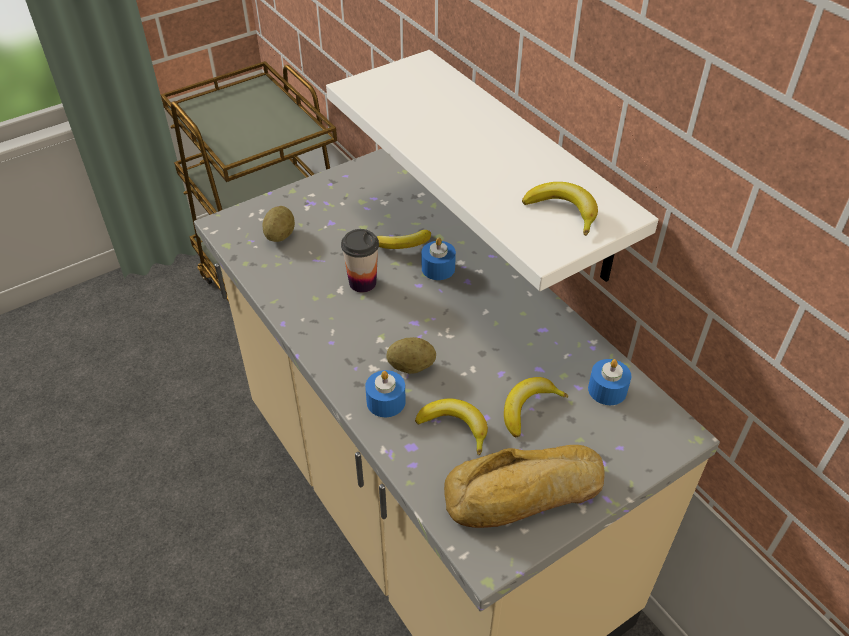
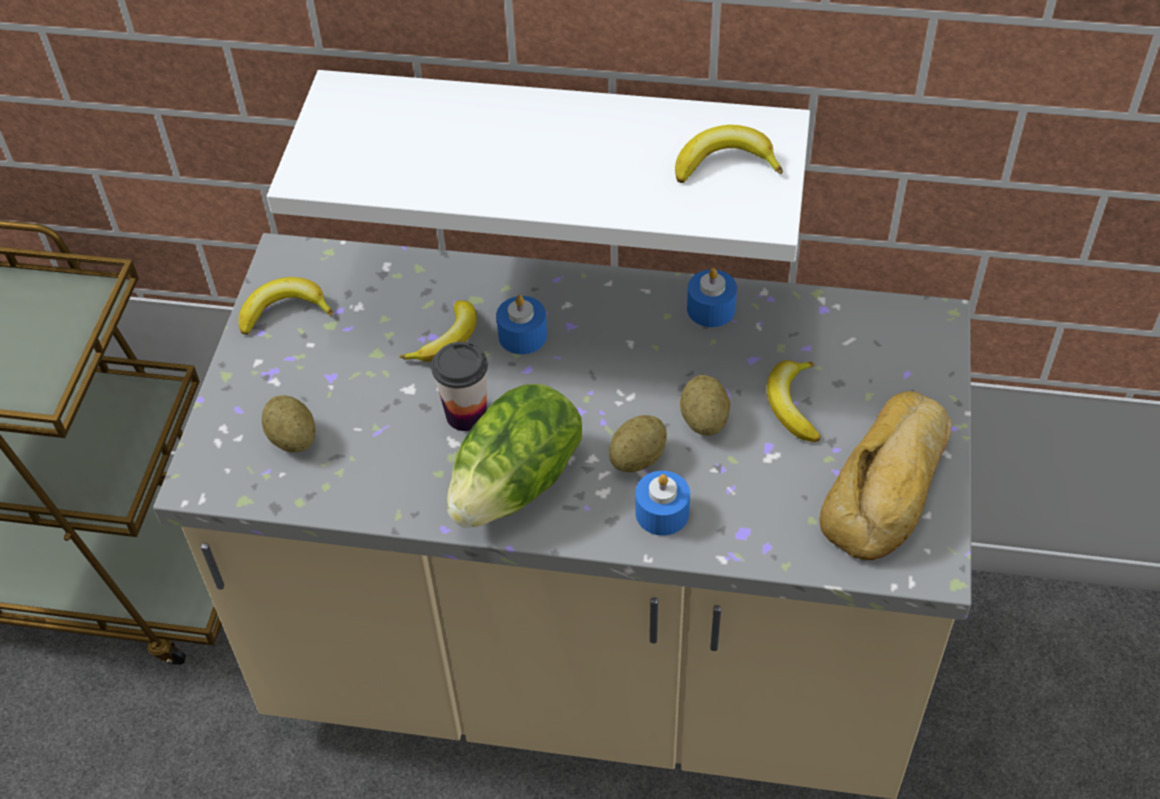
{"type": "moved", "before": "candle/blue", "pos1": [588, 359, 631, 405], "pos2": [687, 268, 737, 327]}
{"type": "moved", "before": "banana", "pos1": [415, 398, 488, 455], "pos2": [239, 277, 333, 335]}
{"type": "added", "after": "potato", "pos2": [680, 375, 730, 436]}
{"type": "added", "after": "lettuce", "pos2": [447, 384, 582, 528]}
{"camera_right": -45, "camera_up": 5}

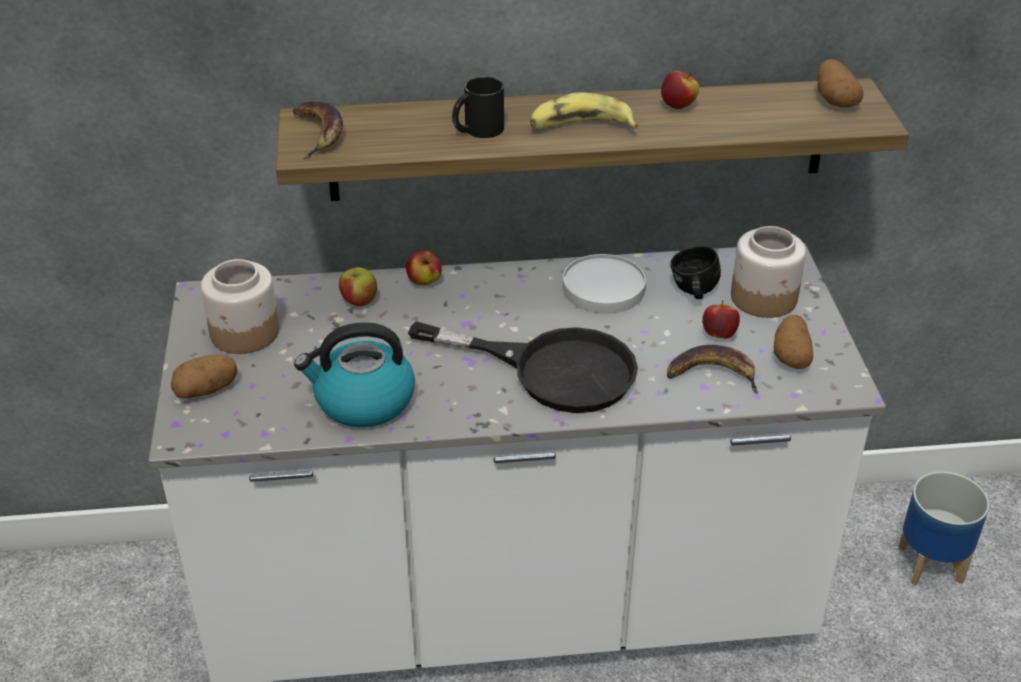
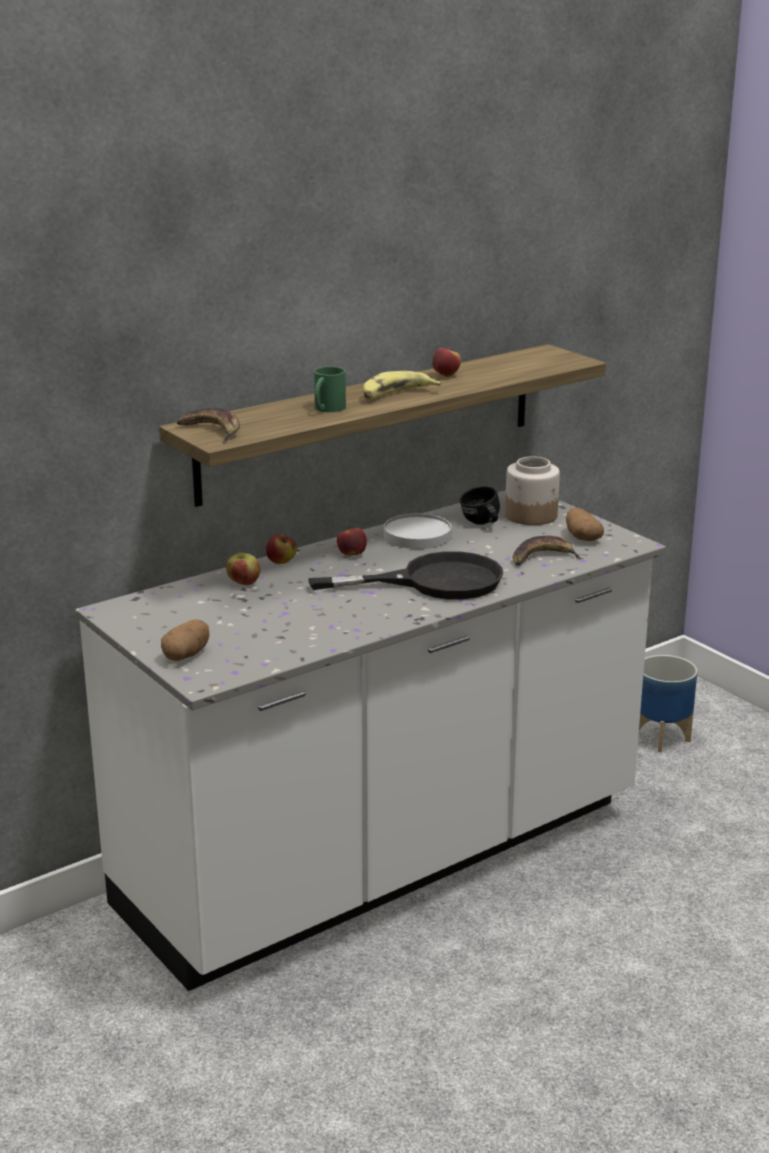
{"type": "removed", "before": "potato", "pos1": [817, 59, 864, 107]}
{"type": "recoloured", "before": "mug/black", "after": "mug/green", "pos1": [452, 77, 504, 138], "pos2": [314, 366, 346, 412]}
{"type": "removed", "before": "jar", "pos1": [201, 259, 279, 354]}
{"type": "moved", "before": "apple", "pos1": [702, 300, 740, 339], "pos2": [337, 525, 367, 556]}
{"type": "removed", "before": "kettle", "pos1": [294, 322, 415, 427]}
{"camera_right": -30, "camera_up": -15}

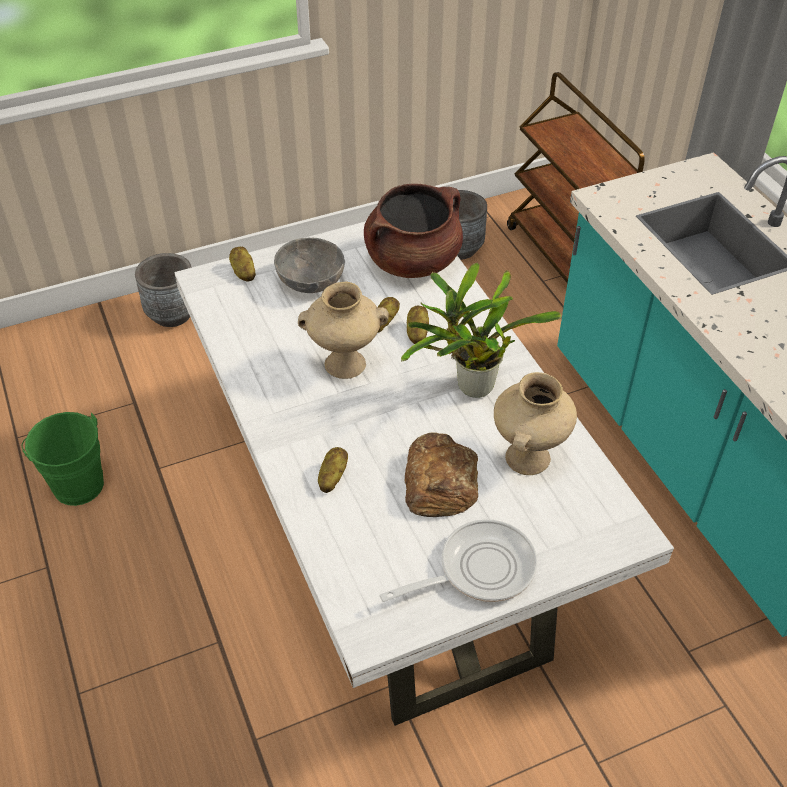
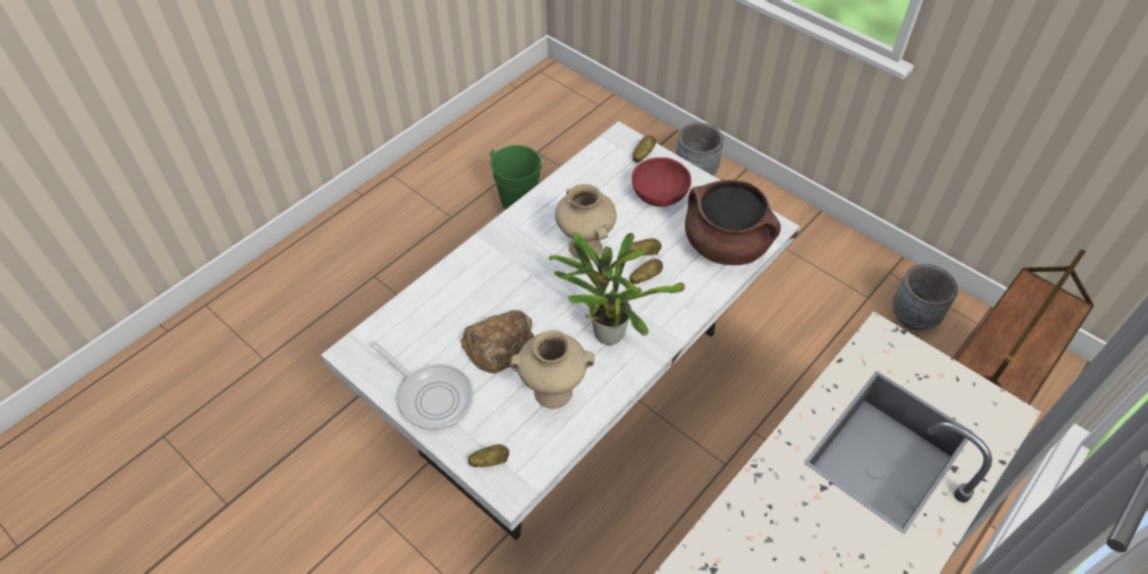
{"type": "recoloured", "before": "bowl/grey", "after": "bowl/red", "pos1": [274, 238, 345, 293], "pos2": [632, 157, 691, 207]}
{"type": "moved", "before": "potato", "pos1": [318, 447, 348, 493], "pos2": [468, 444, 509, 467]}
{"camera_right": 65, "camera_up": 5}

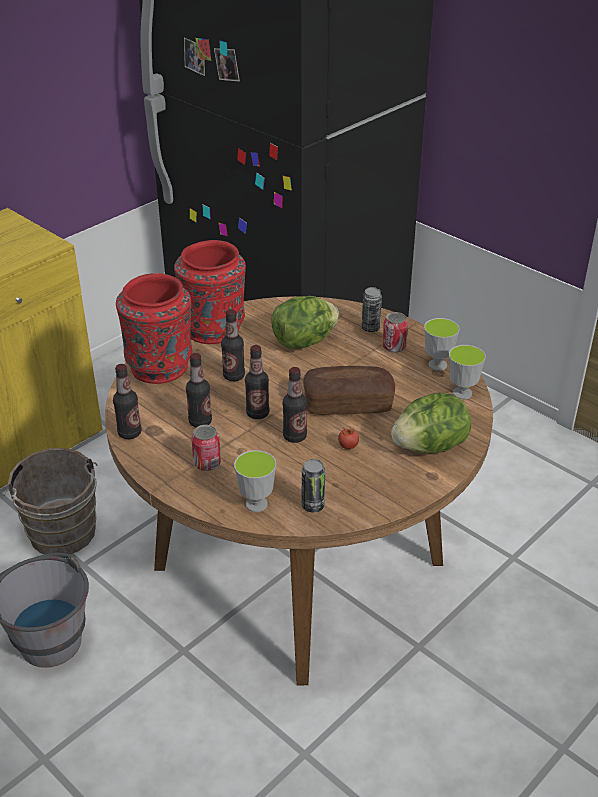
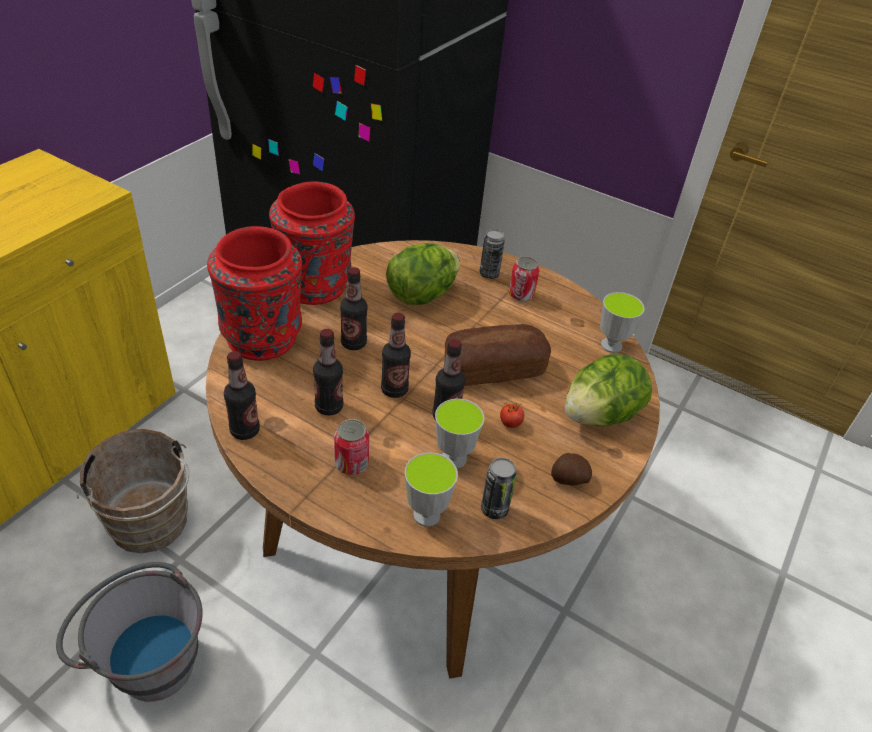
{"type": "moved", "before": "cup", "pos1": [424, 318, 460, 371], "pos2": [435, 399, 484, 468]}
{"type": "added", "after": "potato", "pos2": [551, 453, 592, 486]}
{"camera_right": -15, "camera_up": 5}

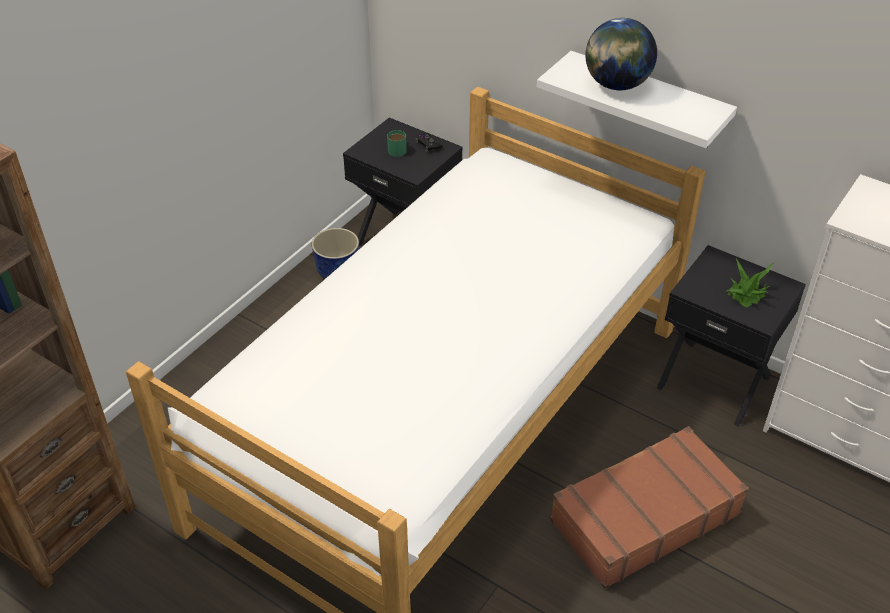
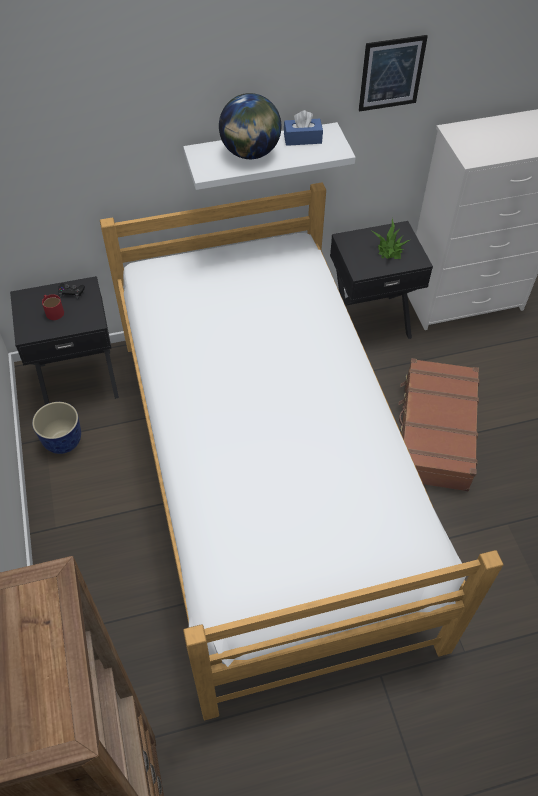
{"type": "recoloured", "before": "mug/green", "after": "mug/red", "pos1": [387, 130, 407, 157], "pos2": [42, 294, 64, 320]}
{"type": "added", "after": "picture", "pos2": [359, 35, 428, 112]}
{"type": "added", "after": "tissue box/blue", "pos2": [284, 110, 323, 146]}
{"camera_right": -50, "camera_up": 10}

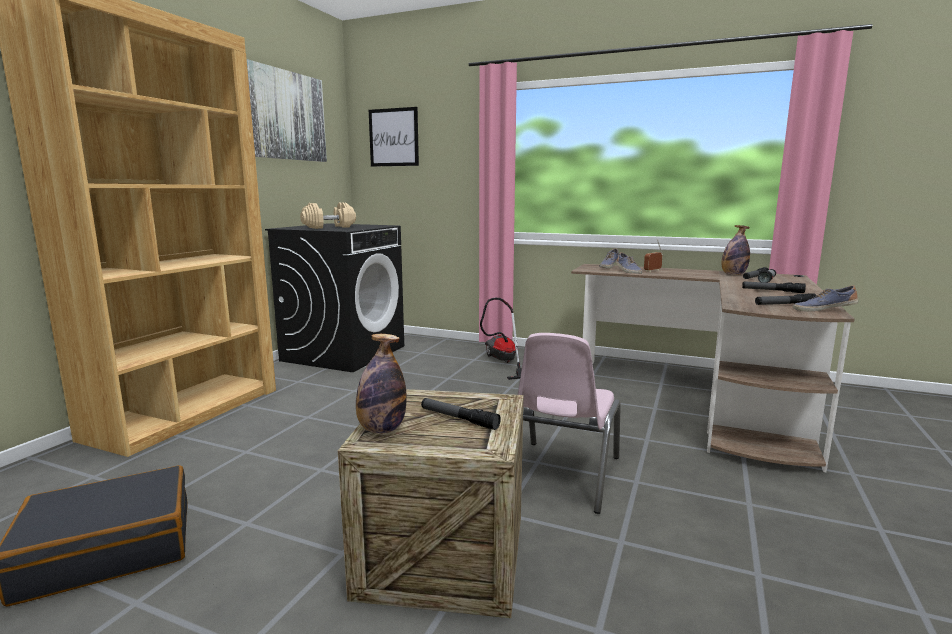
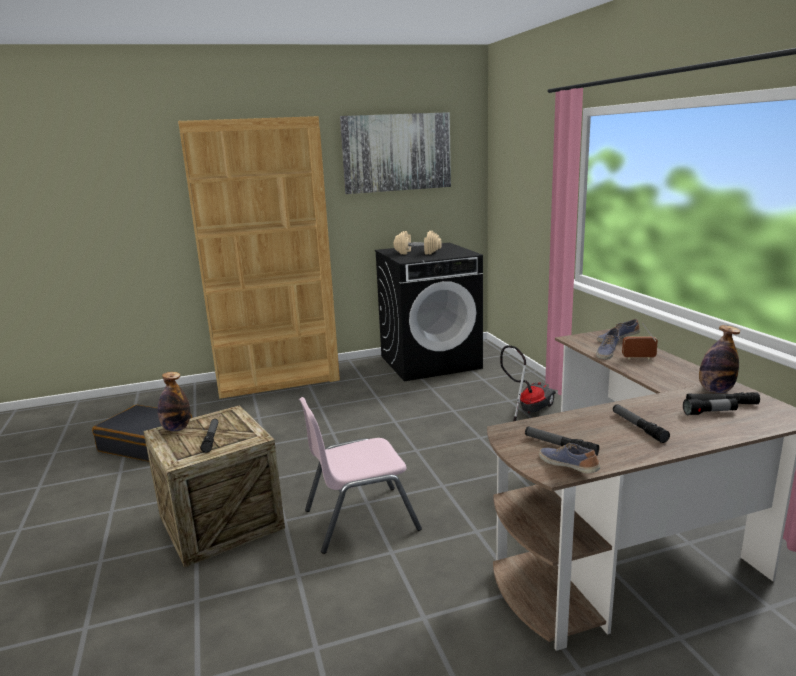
{"type": "removed", "before": "picture", "pos1": [369, 107, 419, 167]}
{"camera_right": 50, "camera_up": 5}

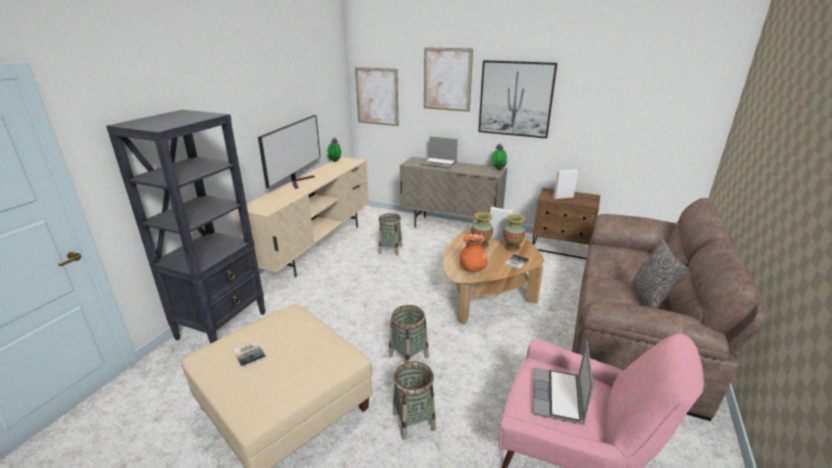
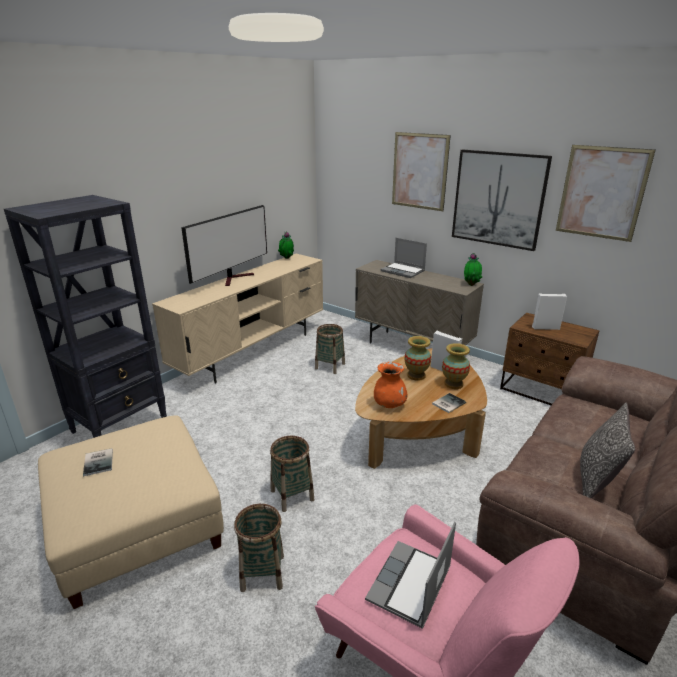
{"type": "moved", "before": "picture", "pos1": [355, 67, 398, 126], "pos2": [556, 145, 655, 242]}
{"camera_right": 15, "camera_up": 0}

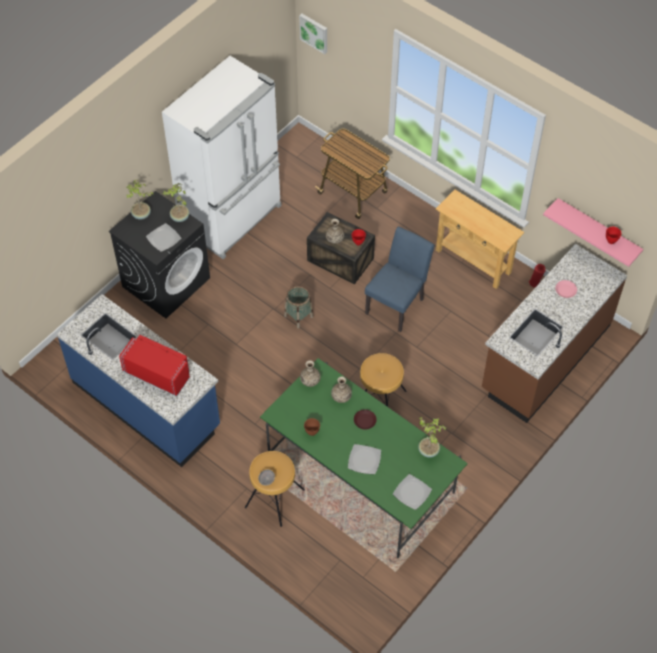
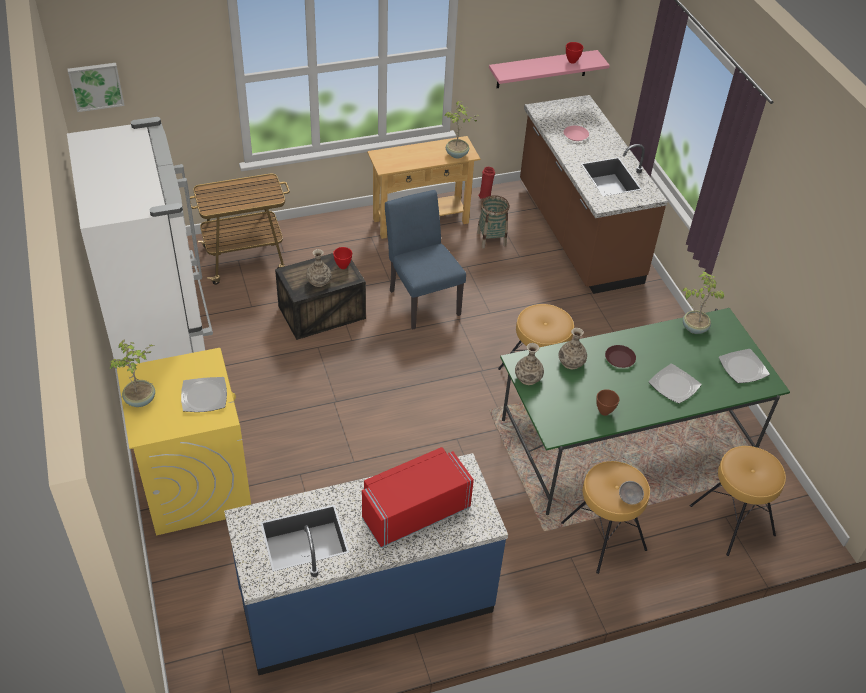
{"type": "moved", "before": "potted plant", "pos1": [163, 183, 189, 222], "pos2": [445, 101, 480, 158]}
{"type": "recoloured", "before": "washing machine/black", "after": "washing machine/yellow", "pos1": [109, 191, 210, 318], "pos2": [117, 348, 251, 536]}
{"type": "moved", "before": "basket", "pos1": [284, 286, 313, 328], "pos2": [477, 195, 509, 249]}
{"type": "added", "after": "stool/brown", "pos2": [690, 446, 786, 556]}
{"camera_right": -60, "camera_up": -10}

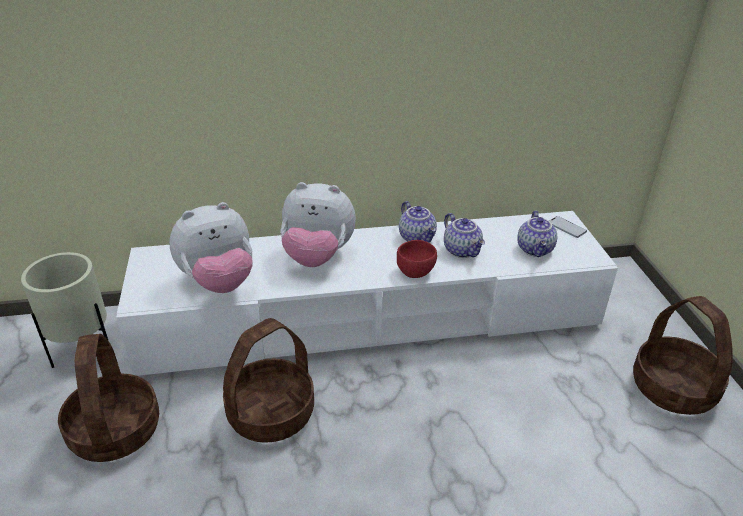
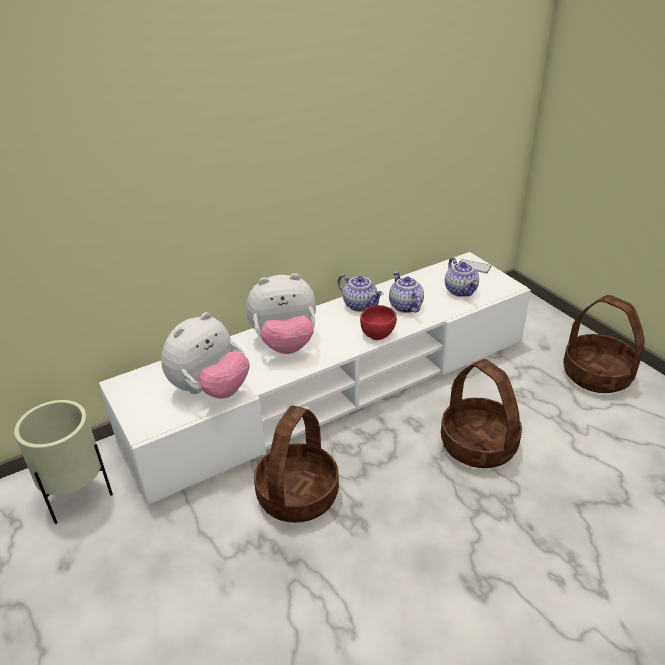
{"type": "turned", "before": "teapot", "pos1": [444, 213, 485, 258], "pos2": [389, 271, 424, 313], "turn": -150}
{"type": "moved", "before": "basket", "pos1": [58, 334, 159, 462], "pos2": [441, 359, 522, 468]}
{"camera_right": -20, "camera_up": 0}

